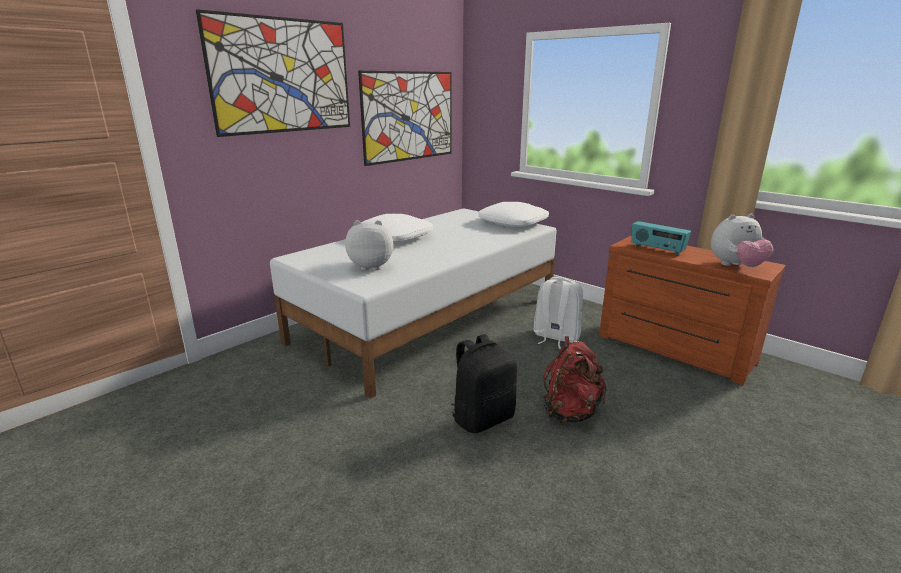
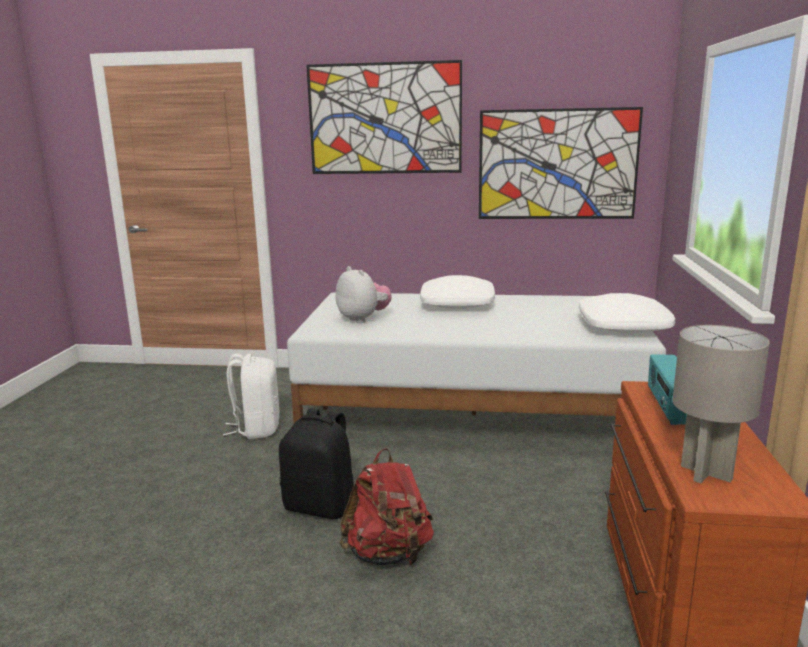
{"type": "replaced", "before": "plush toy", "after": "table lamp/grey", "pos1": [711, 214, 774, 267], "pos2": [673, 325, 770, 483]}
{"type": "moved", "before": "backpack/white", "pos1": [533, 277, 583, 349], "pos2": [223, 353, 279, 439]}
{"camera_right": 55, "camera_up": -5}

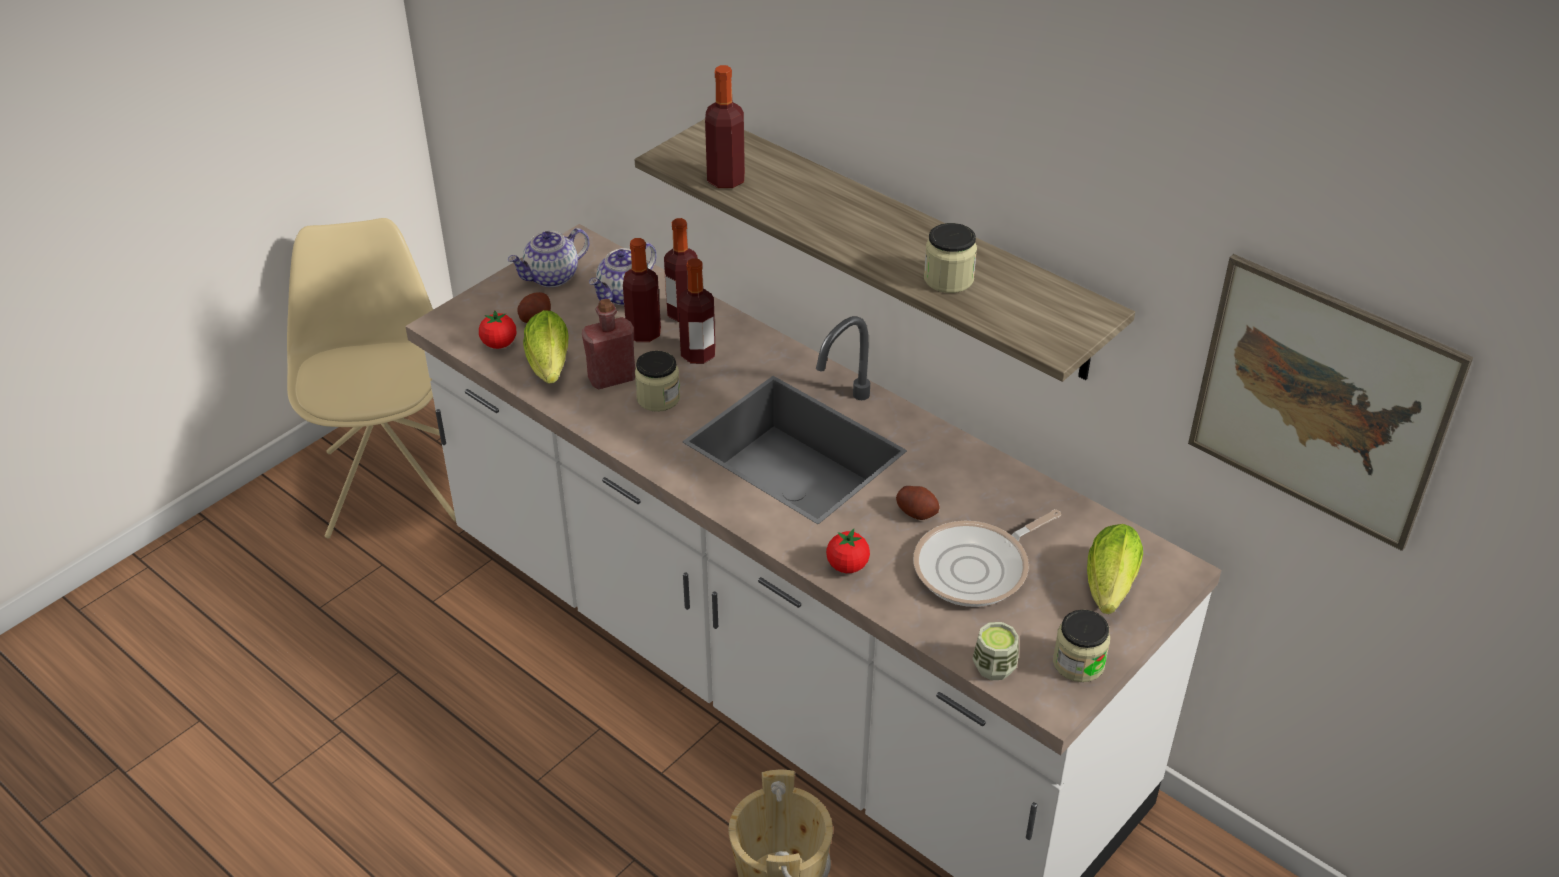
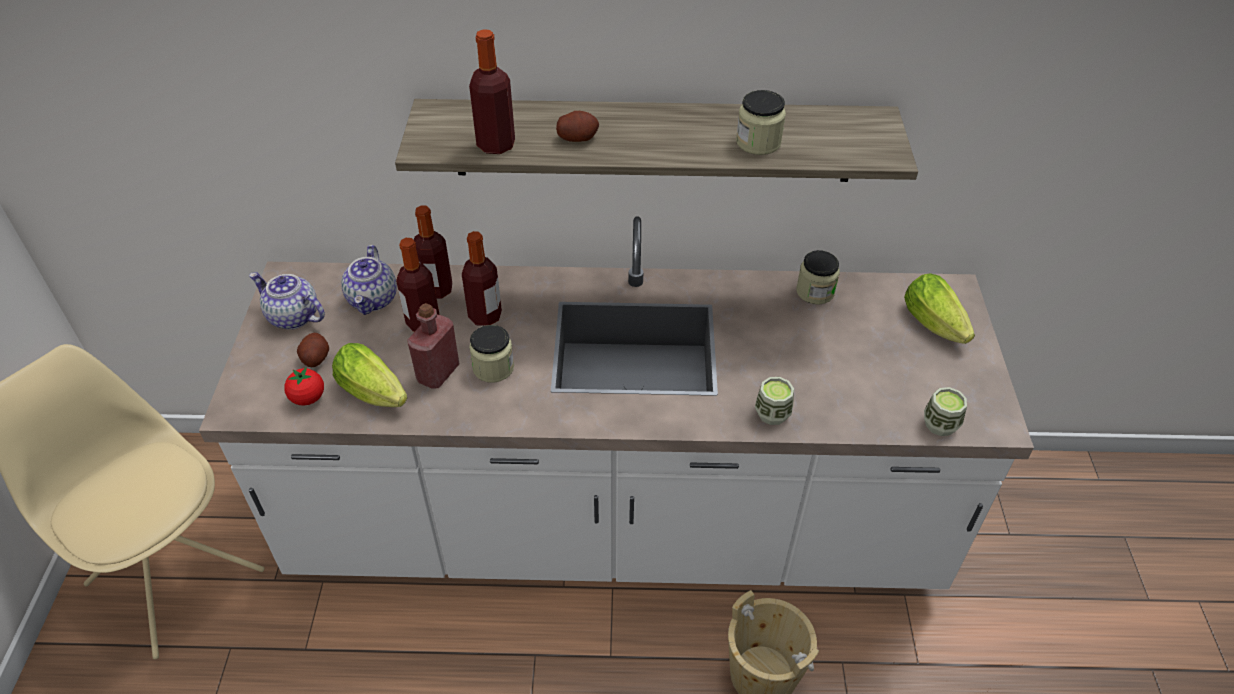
{"type": "turned", "before": "teapot", "pos1": [507, 228, 589, 287], "pos2": [249, 272, 325, 330], "turn": 105}
{"type": "removed", "before": "picture", "pos1": [1188, 254, 1473, 551]}
{"type": "moved", "before": "potato", "pos1": [896, 486, 940, 520], "pos2": [556, 111, 599, 142]}
{"type": "removed", "before": "frying pan", "pos1": [913, 509, 1061, 607]}
{"type": "replaced", "before": "tomato", "after": "cup", "pos1": [826, 529, 870, 573], "pos2": [755, 377, 794, 425]}
{"type": "moved", "before": "jar", "pos1": [1053, 610, 1110, 682], "pos2": [796, 250, 840, 305]}
{"camera_right": -40, "camera_up": 5}

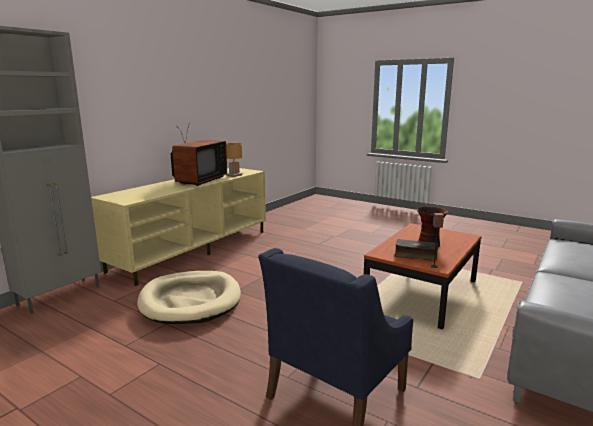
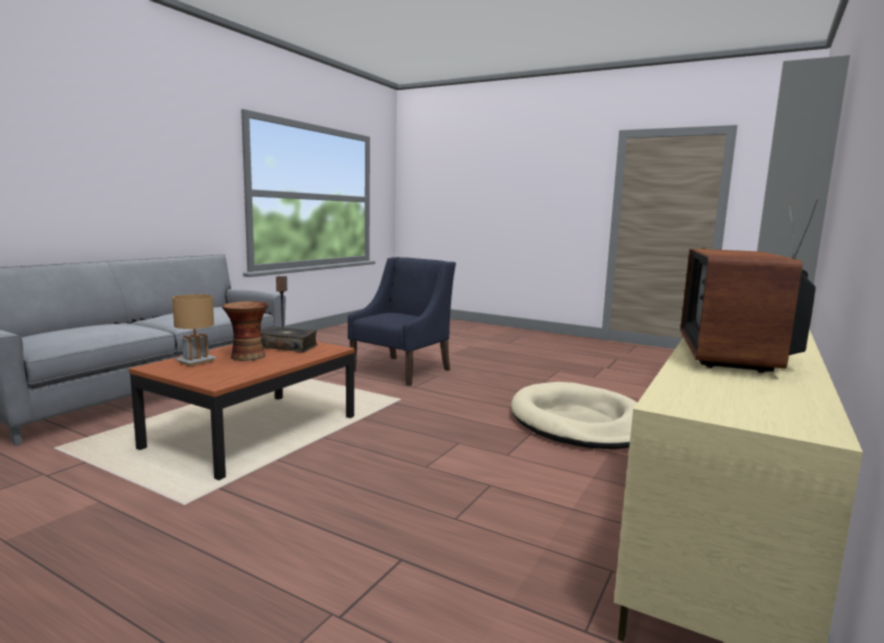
{"type": "moved", "before": "table lamp/brown", "pos1": [226, 143, 244, 177], "pos2": [172, 294, 217, 367]}
{"camera_right": 175, "camera_up": -5}

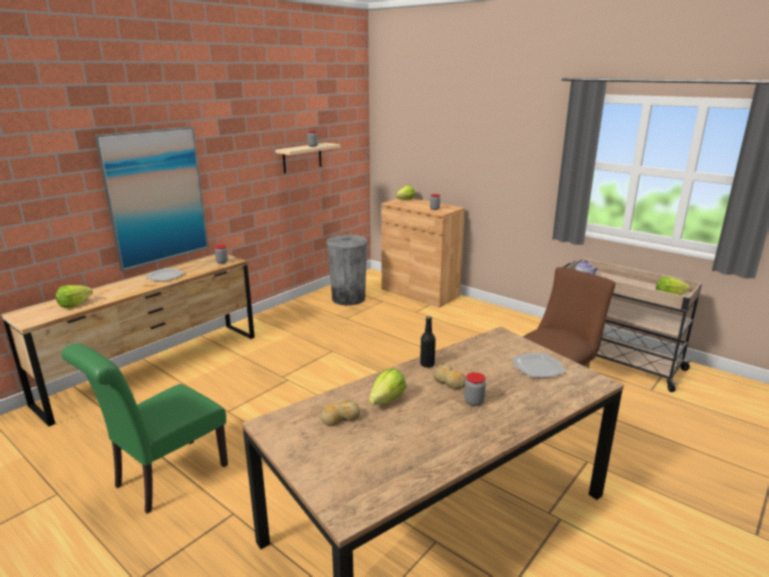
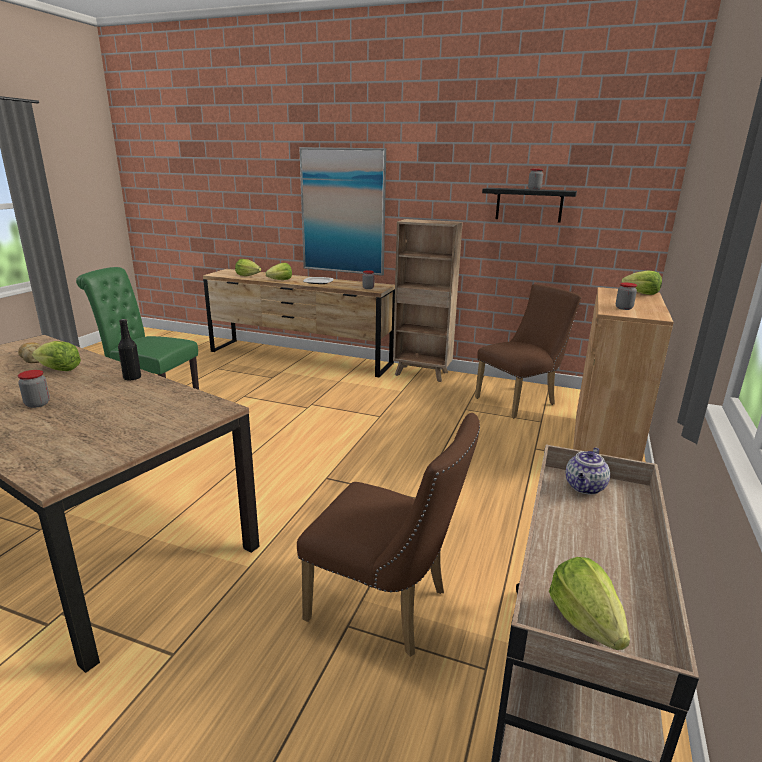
{"type": "recoloured", "before": "shelf/beige", "after": "shelf/black", "pos1": [275, 143, 340, 173], "pos2": [482, 188, 577, 223]}
{"type": "replaced", "before": "trash can/grey", "after": "chair/brown", "pos1": [326, 235, 368, 306], "pos2": [475, 284, 581, 418]}
{"type": "removed", "before": "plate", "pos1": [512, 353, 566, 378]}
{"type": "removed", "before": "bread", "pos1": [433, 364, 467, 389]}
{"type": "added", "after": "bookcase/brown", "pos2": [393, 219, 463, 382]}
{"type": "added", "after": "lettuce", "pos2": [265, 263, 292, 280]}
{"camera_right": 70, "camera_up": 0}

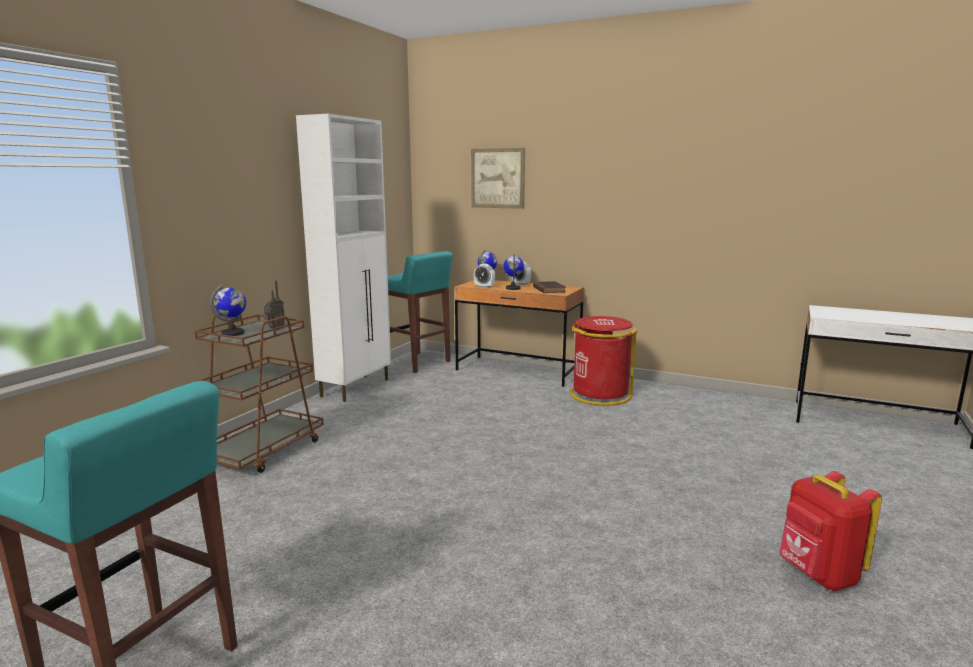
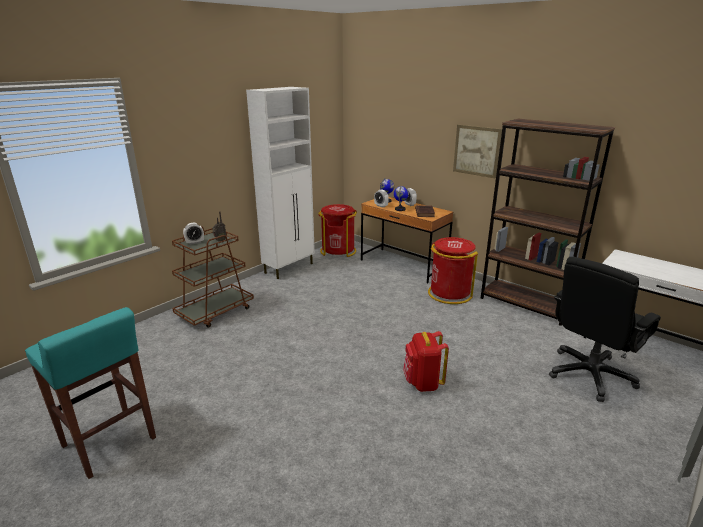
{"type": "moved", "before": "picture", "pos1": [471, 148, 525, 209], "pos2": [453, 125, 502, 178]}
{"type": "replaced", "before": "stool/turquoise", "after": "trash can/red", "pos1": [388, 251, 453, 373], "pos2": [318, 204, 357, 257]}
{"type": "replaced", "before": "globe", "after": "alarm clock", "pos1": [210, 285, 246, 336], "pos2": [183, 223, 204, 245]}
{"type": "moved", "before": "backpack/red", "pos1": [779, 471, 882, 591], "pos2": [403, 331, 449, 392]}
{"type": "added", "after": "bookcase/brown", "pos2": [481, 119, 615, 326]}
{"type": "added", "after": "office chair/black", "pos2": [549, 257, 661, 402]}
{"camera_right": 15, "camera_up": 10}

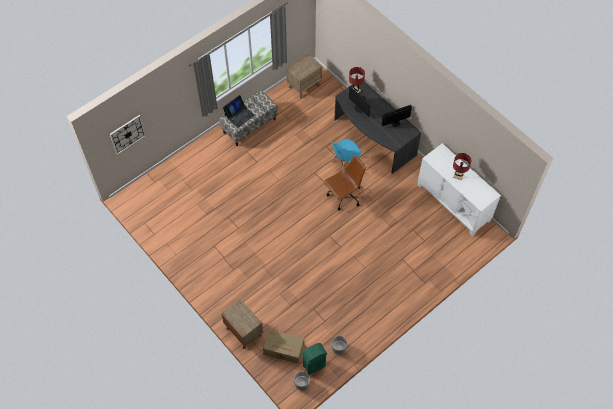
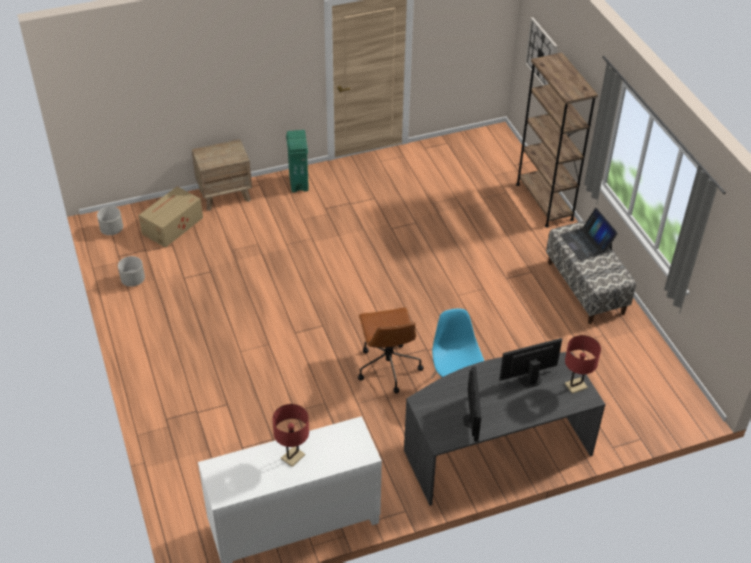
{"type": "removed", "before": "nightstand/brown", "pos1": [287, 54, 322, 99]}
{"type": "moved", "before": "trash can/green", "pos1": [302, 343, 327, 375], "pos2": [286, 130, 309, 192]}
{"type": "added", "after": "bookcase/brown", "pos2": [516, 53, 598, 228]}
{"camera_right": 110, "camera_up": -15}

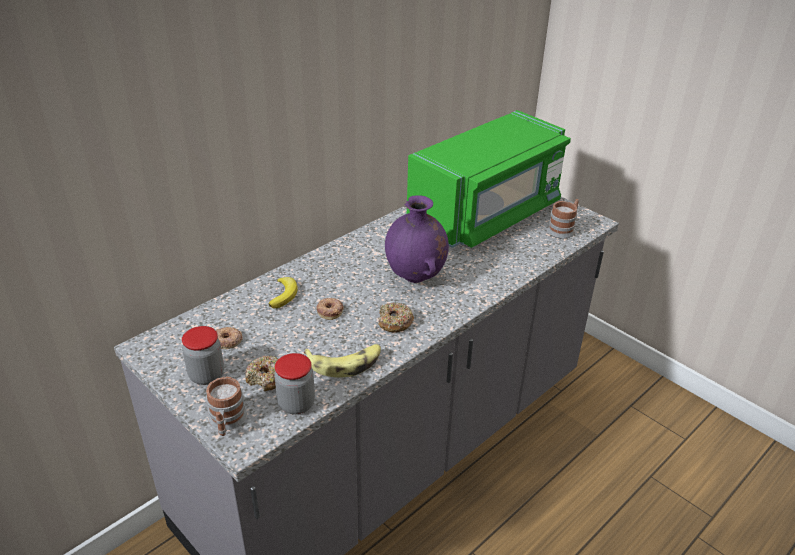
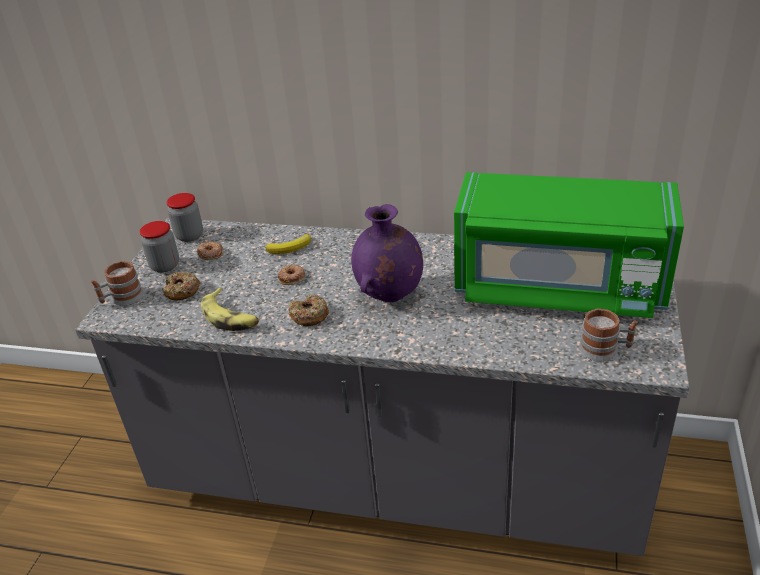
{"type": "moved", "before": "jar", "pos1": [274, 353, 315, 414], "pos2": [166, 193, 203, 242]}
{"camera_right": 60, "camera_up": 0}

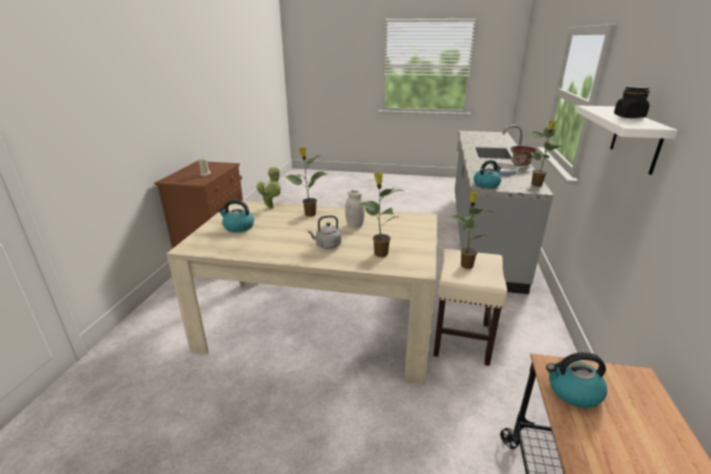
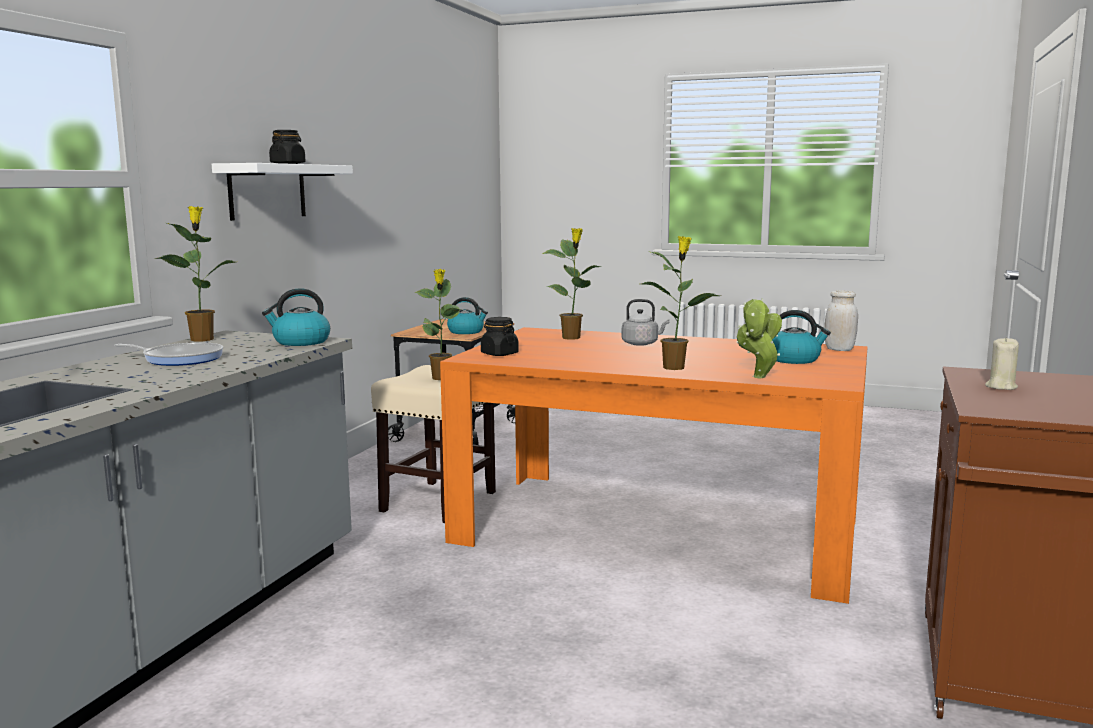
{"type": "removed", "before": "bowl", "pos1": [510, 146, 537, 166]}
{"type": "moved", "before": "jar/white", "pos1": [345, 190, 365, 228], "pos2": [824, 290, 858, 351]}
{"type": "recoloured", "before": "dining table/beige", "after": "dining table/orange", "pos1": [166, 201, 437, 385], "pos2": [440, 327, 868, 604]}
{"type": "added", "after": "jar/black", "pos2": [481, 317, 519, 356]}
{"camera_right": -170, "camera_up": -15}

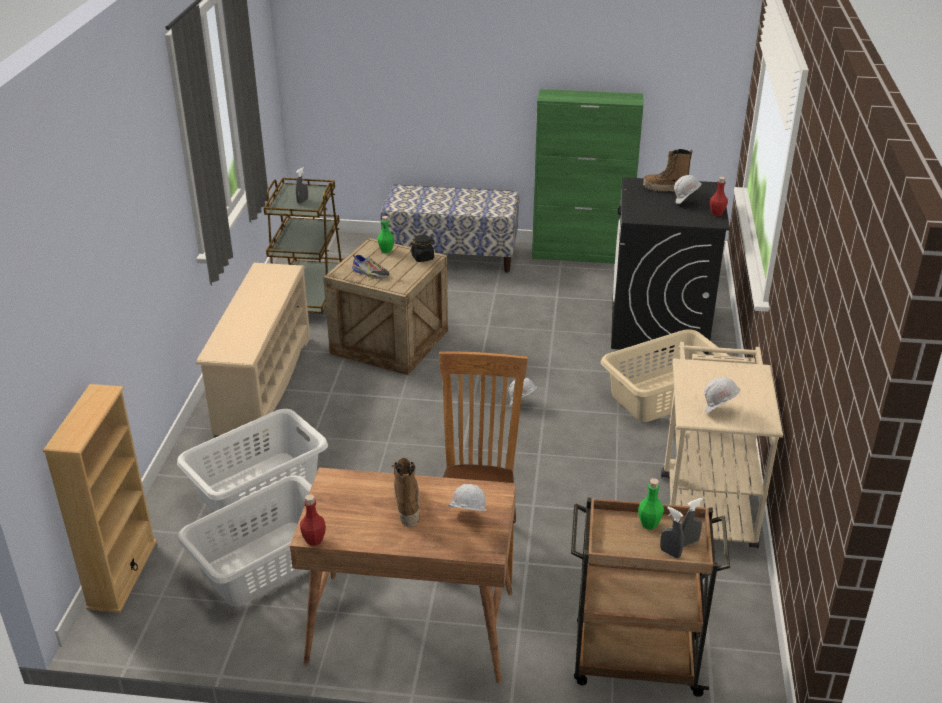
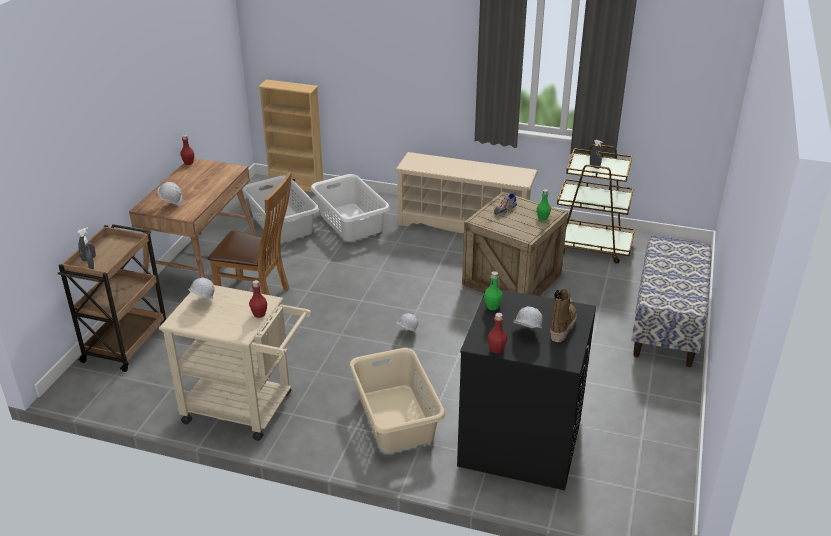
{"type": "removed", "before": "cabinet/green", "pos1": [532, 89, 644, 264]}
{"type": "removed", "before": "jar/black", "pos1": [411, 235, 435, 262]}
{"type": "removed", "before": "boot", "pos1": [391, 458, 420, 527]}
{"type": "moved", "before": "bottle/green", "pos1": [638, 478, 664, 529], "pos2": [484, 271, 503, 310]}
{"type": "added", "after": "bottle/red", "pos2": [249, 280, 267, 318]}
{"camera_right": 100, "camera_up": 0}

